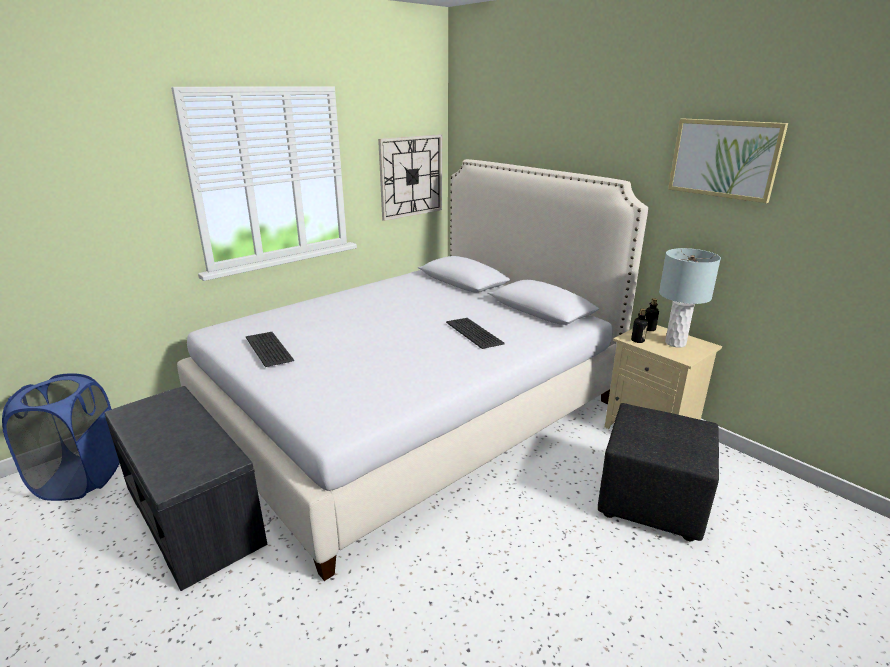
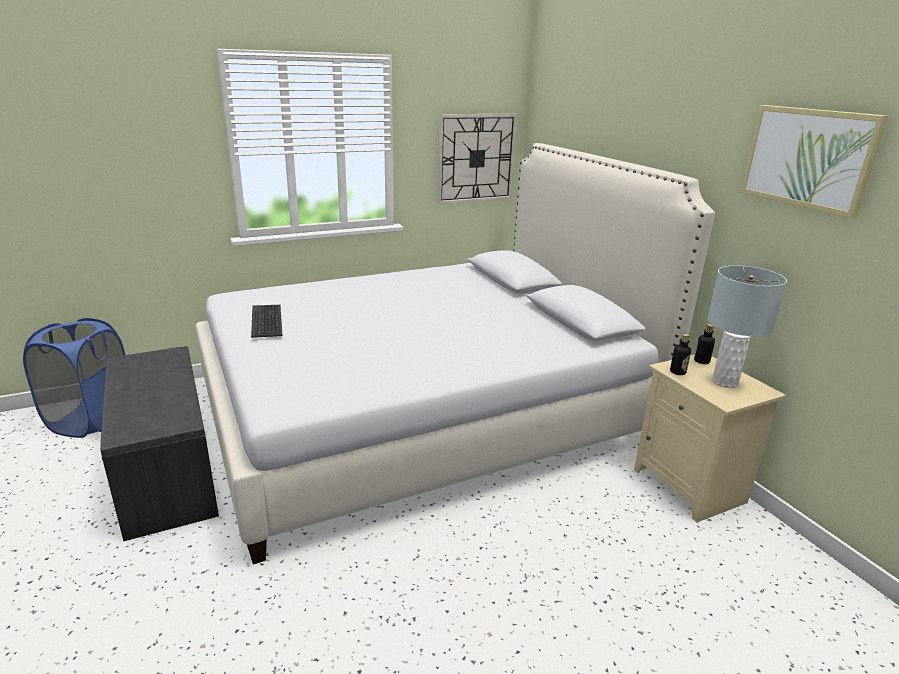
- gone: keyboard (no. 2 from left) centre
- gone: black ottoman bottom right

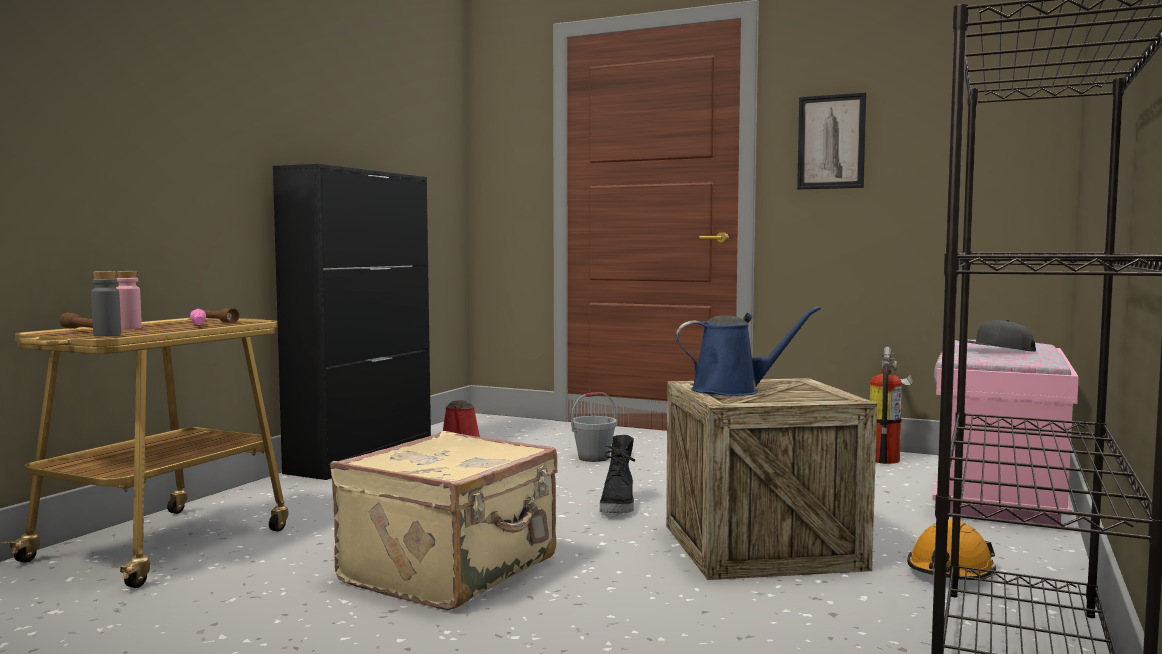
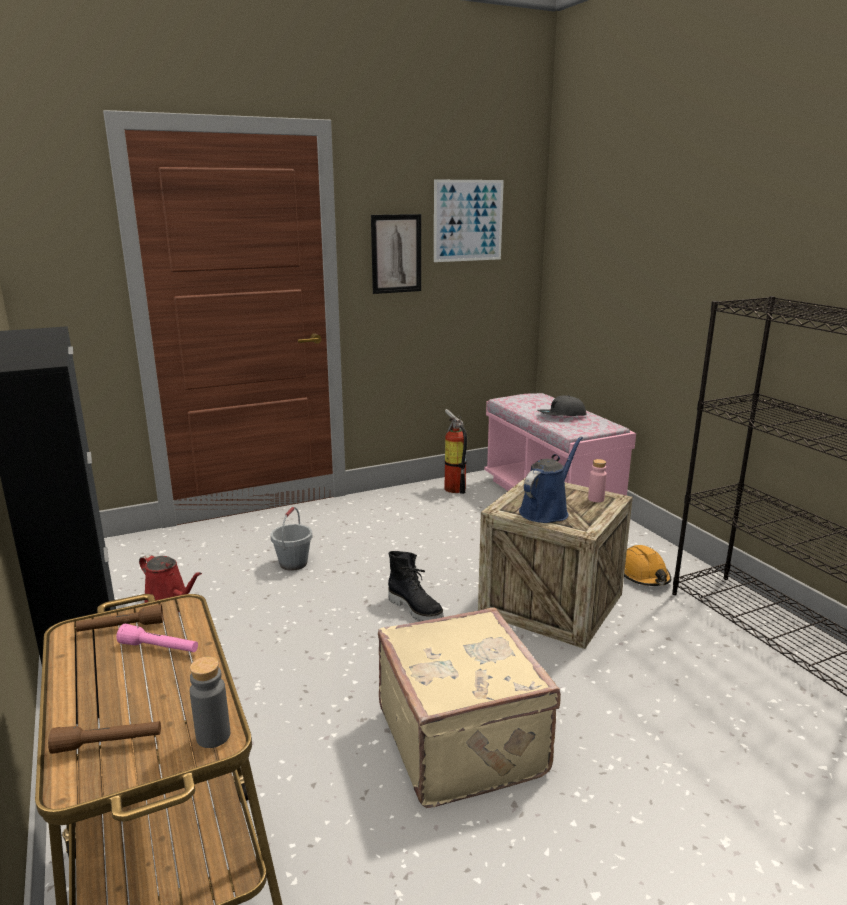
- new: picture (no. 2 from left) top centre
- shifted: pink bottle middle left to middle right

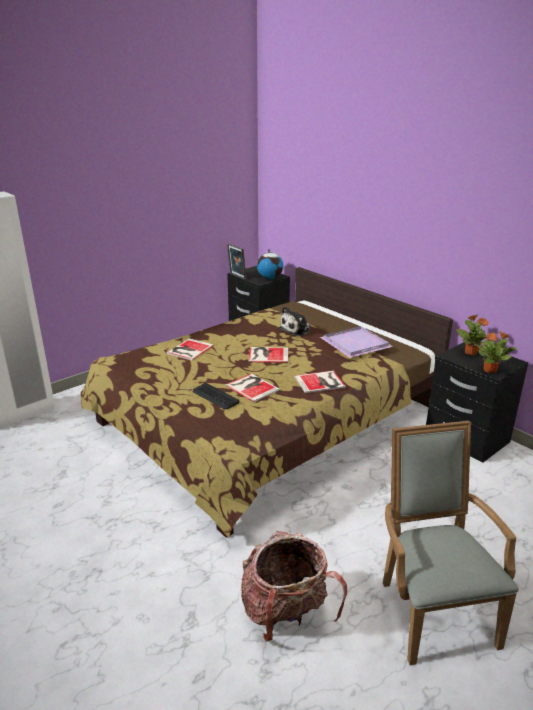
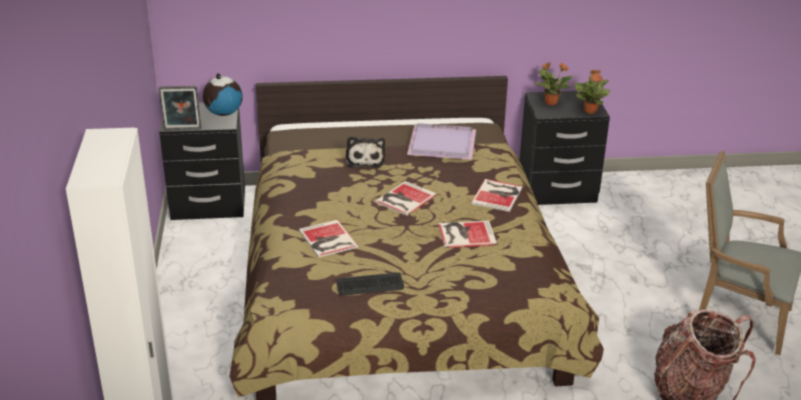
- shifted: keyboard centre to bottom centre

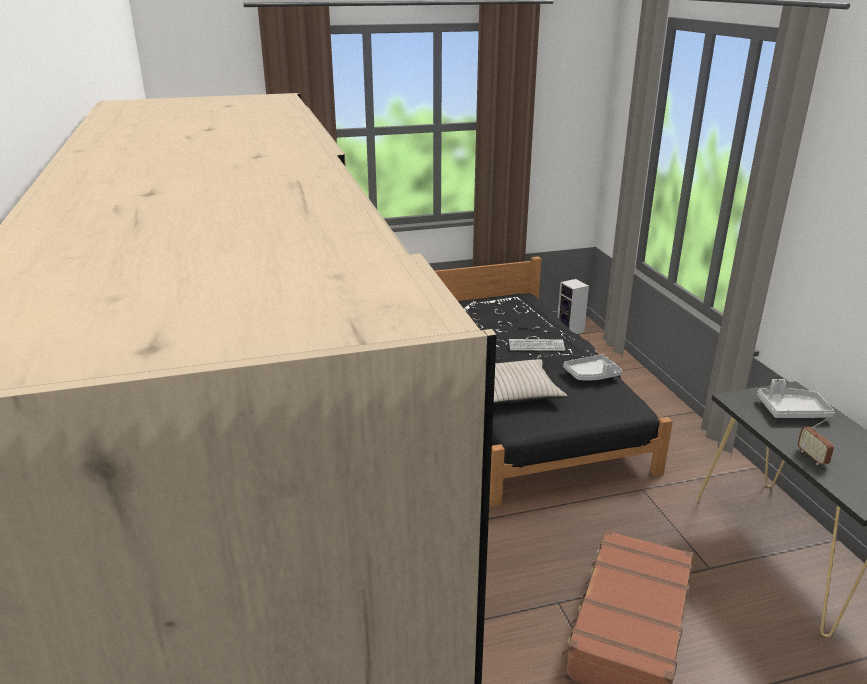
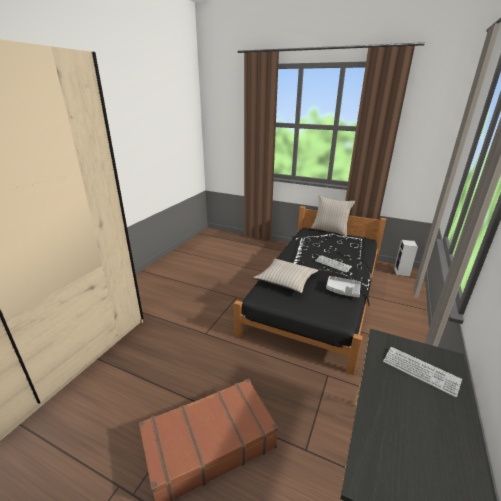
- gone: radio middle right
- new: beige pillow (no. 2 from left) centre
- swapped: grey tray (no. 2 from left) middle right to keyboard (no. 2 from left) bottom right

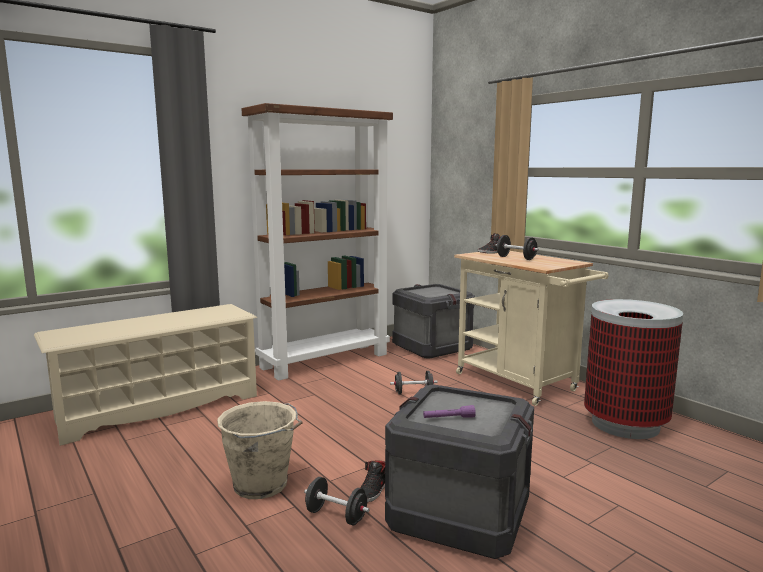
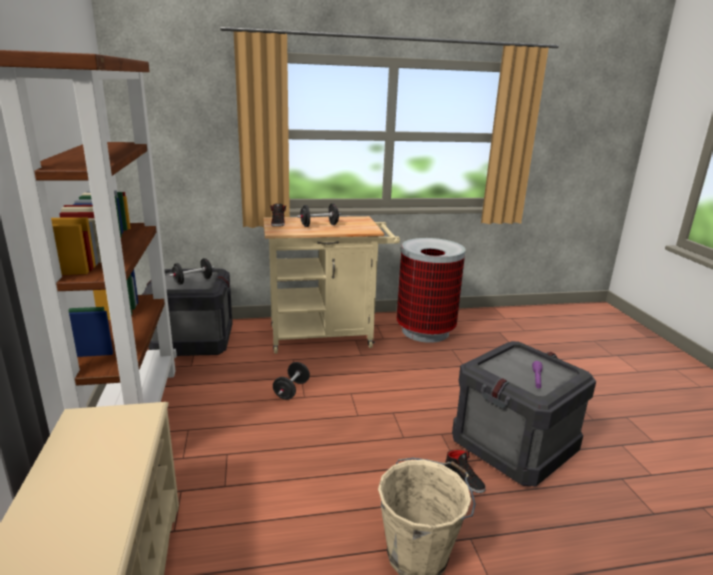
- shifted: black dumbbell (no. 1 from left) bottom centre to middle left

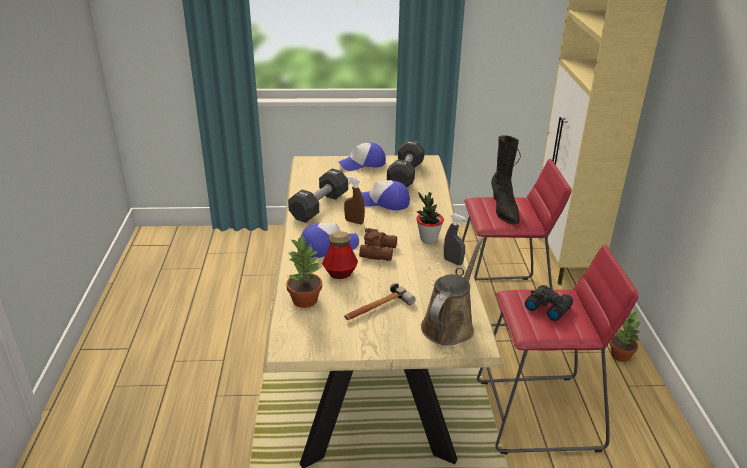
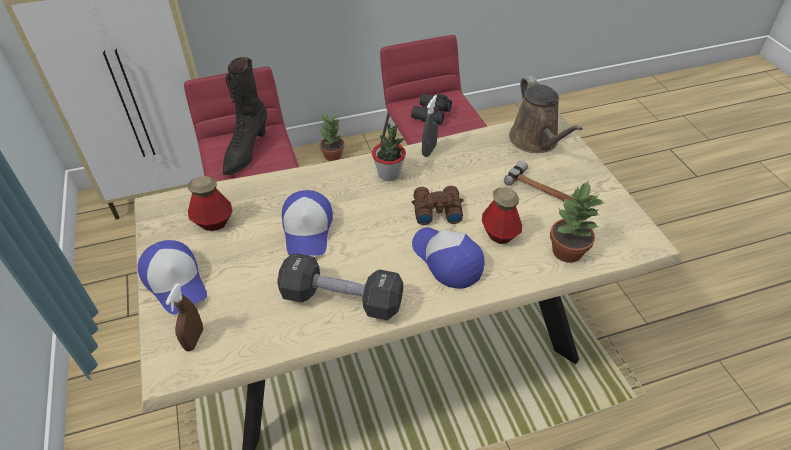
- shifted: brown spray bottle centre to bottom left
- swapped: black dumbbell (no. 2 from left) centre to bottle (no. 1 from left) middle left
- rotated: brown watering can centre = top right 120 degrees counterclockwise
- rotated: black boot middle right = top left 135 degrees clockwise

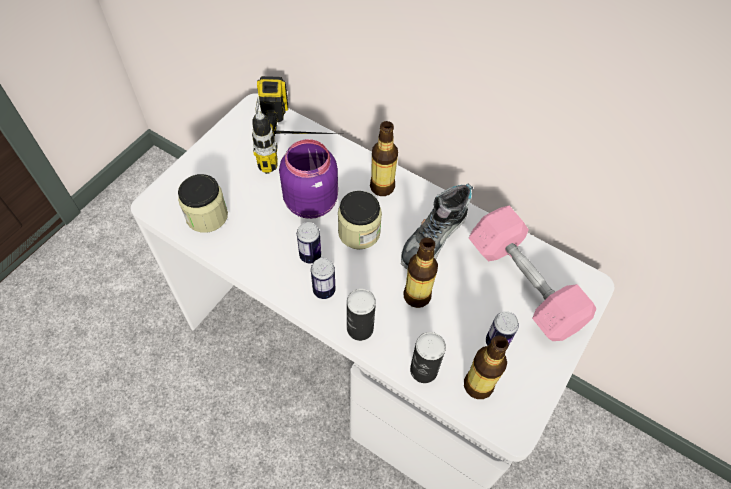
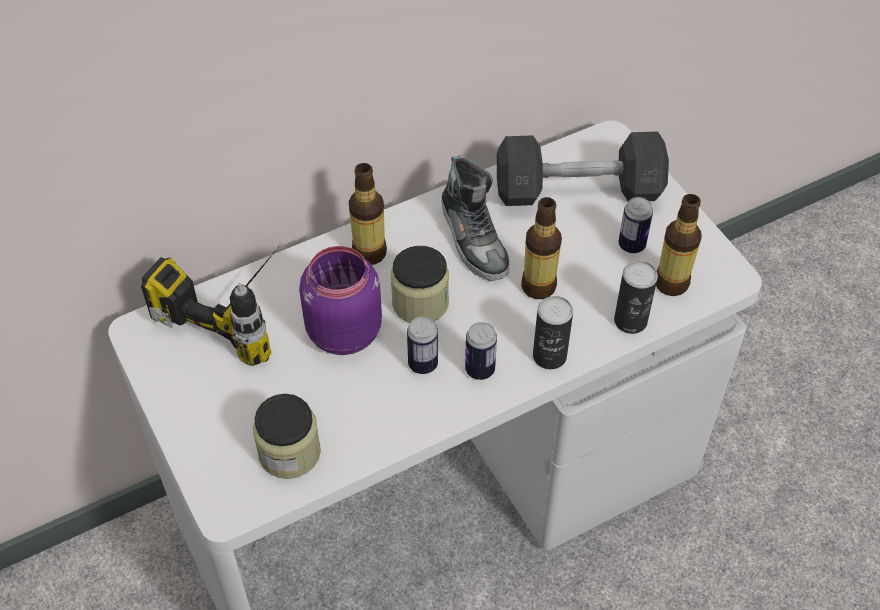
- repainted: pink dumbbell middle right to grey dumbbell top centre

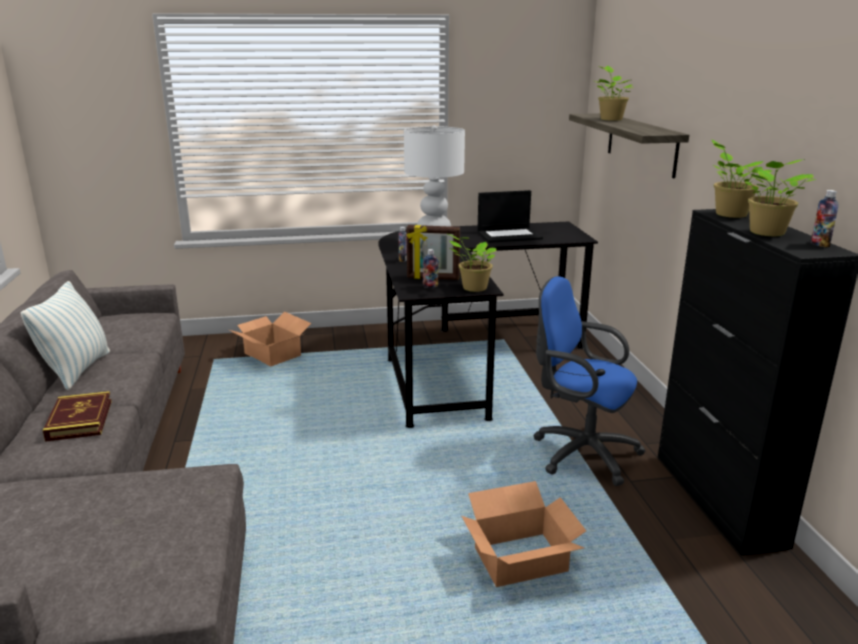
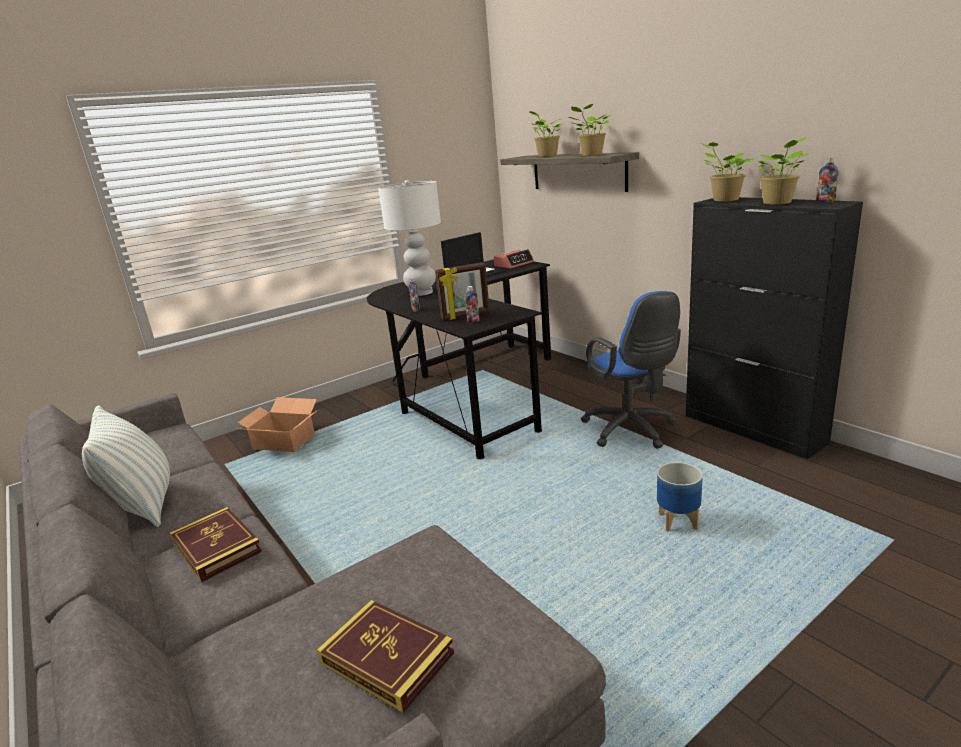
- new: book (no. 2 from left) bottom centre
- new: alarm clock centre
- shifted: potted plant (no. 1 from left in the first image) centre to potted plant (no. 2 from left) top centre
- swapped: cardboard box (no. 2 from left) bottom centre to planter middle right
- rotated: blue office chair middle right = centre 120 degrees counterclockwise

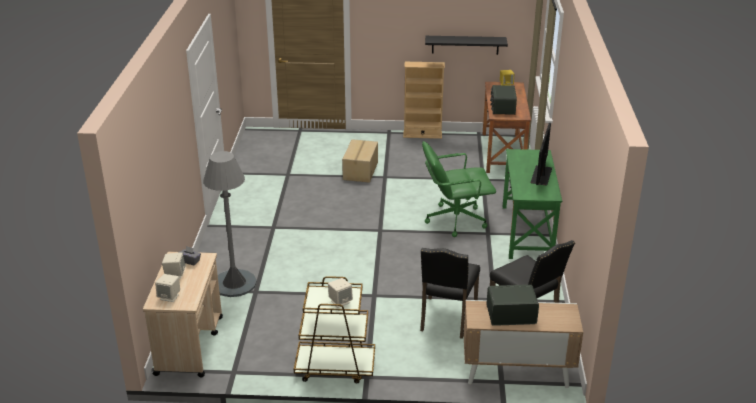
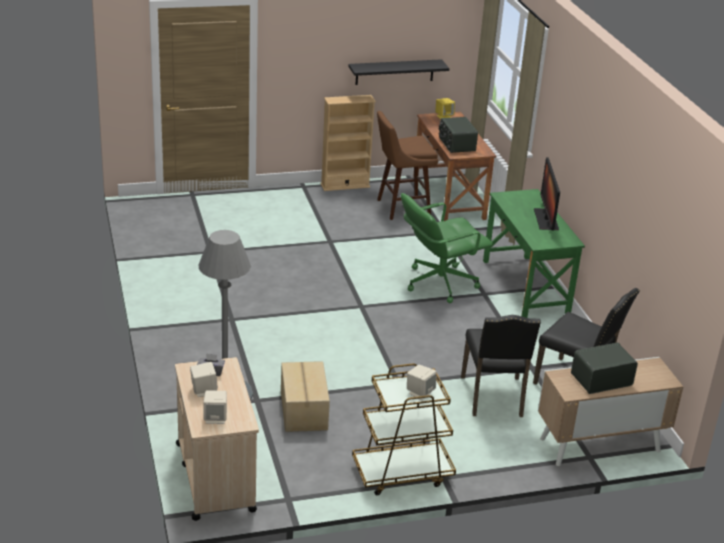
- new: brown stool top centre
- shifted: cardboard box centre to bottom centre

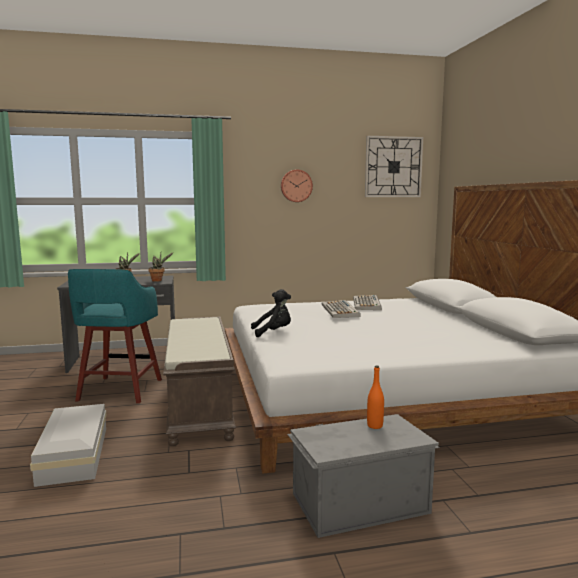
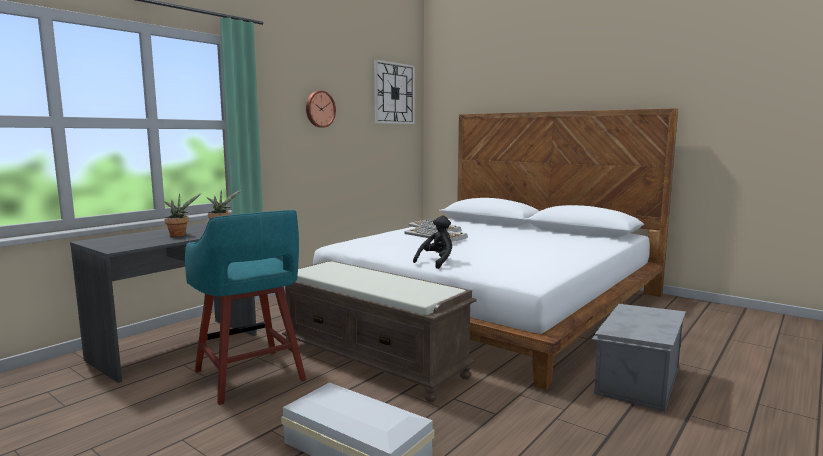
- gone: orange bottle bottom centre

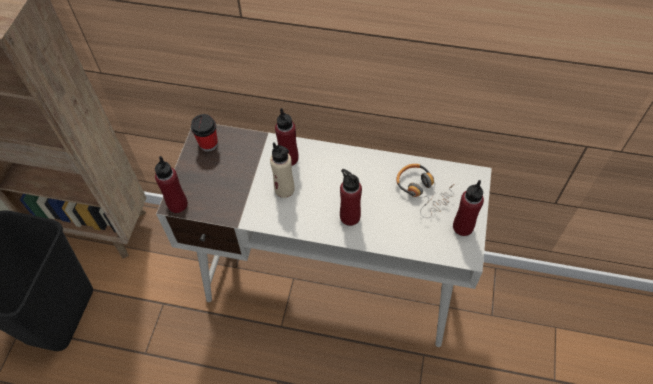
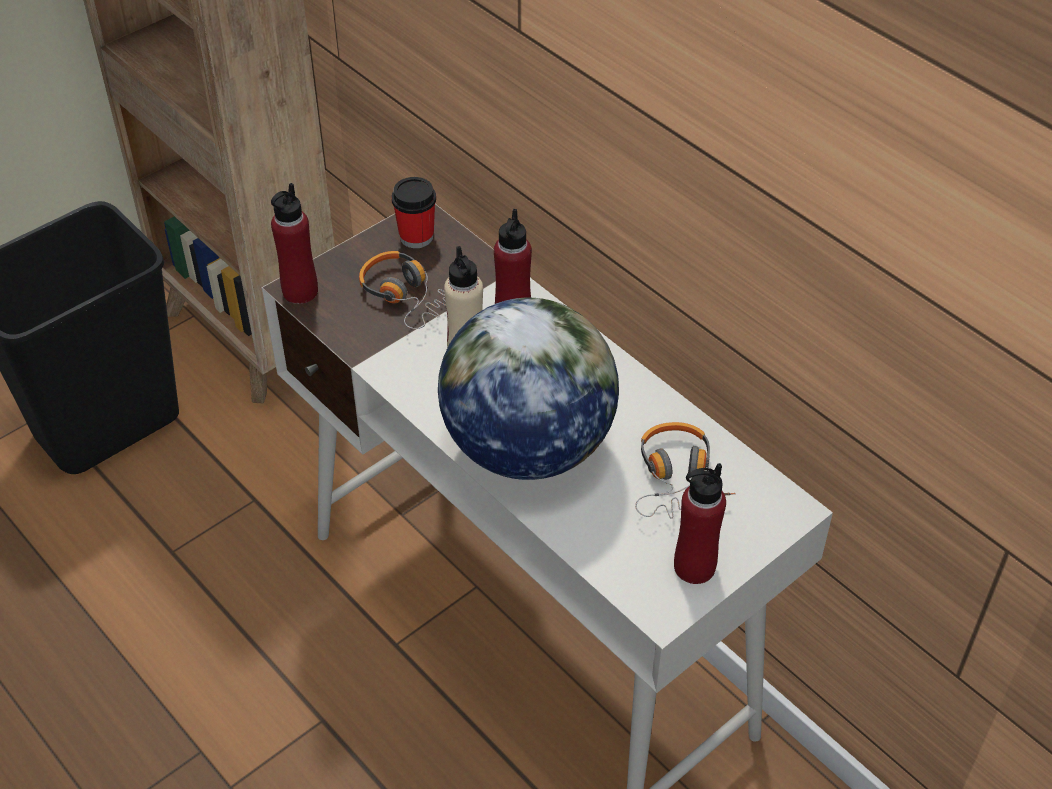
- new: headphones (no. 1 from left) centre
- swapped: red bottle (no. 3 from left) centre to globe centre

